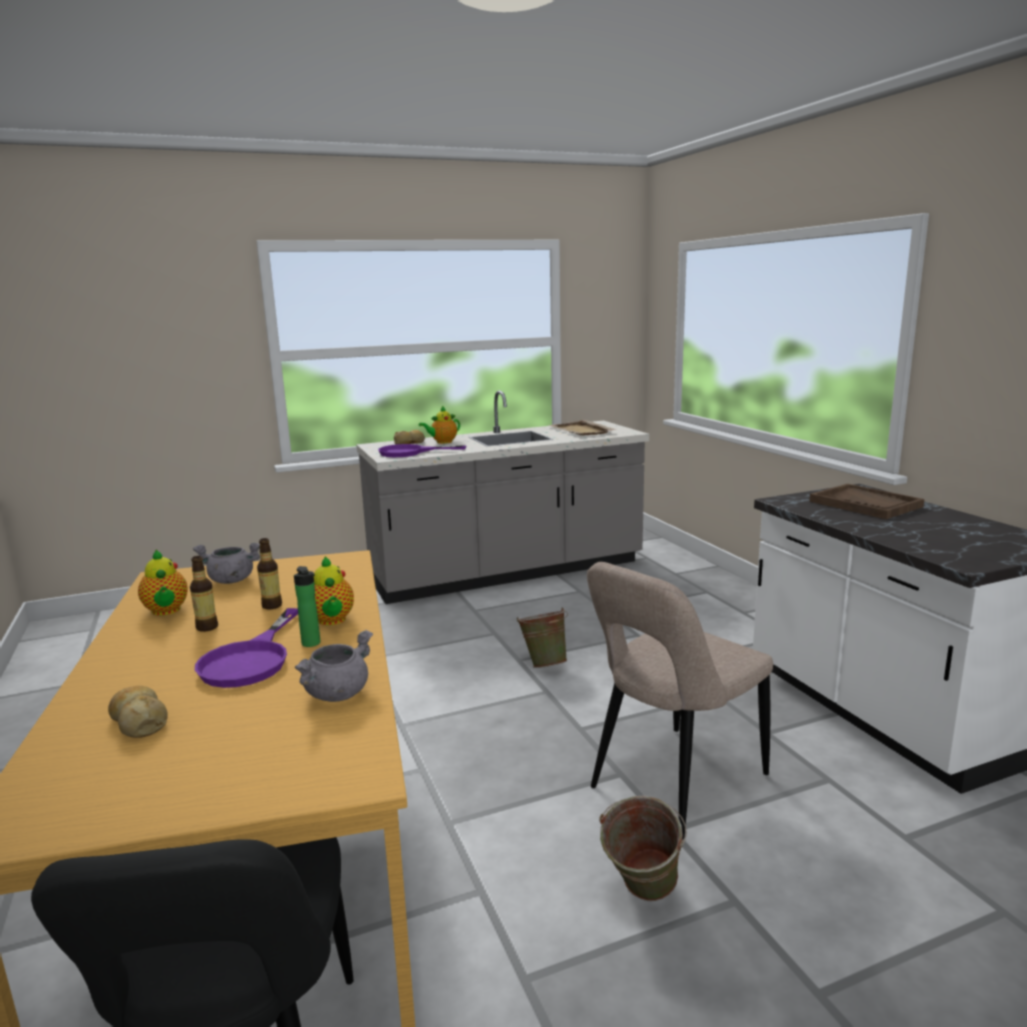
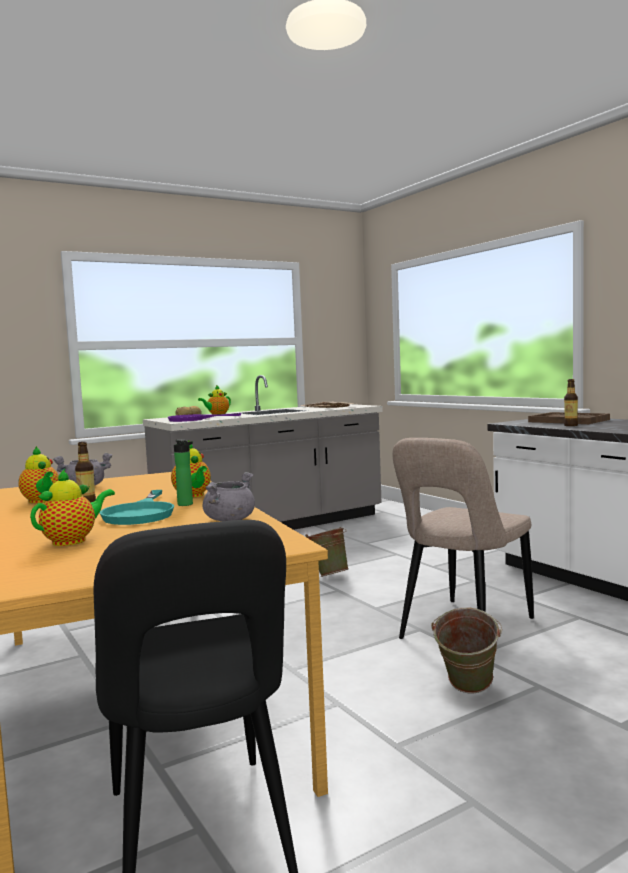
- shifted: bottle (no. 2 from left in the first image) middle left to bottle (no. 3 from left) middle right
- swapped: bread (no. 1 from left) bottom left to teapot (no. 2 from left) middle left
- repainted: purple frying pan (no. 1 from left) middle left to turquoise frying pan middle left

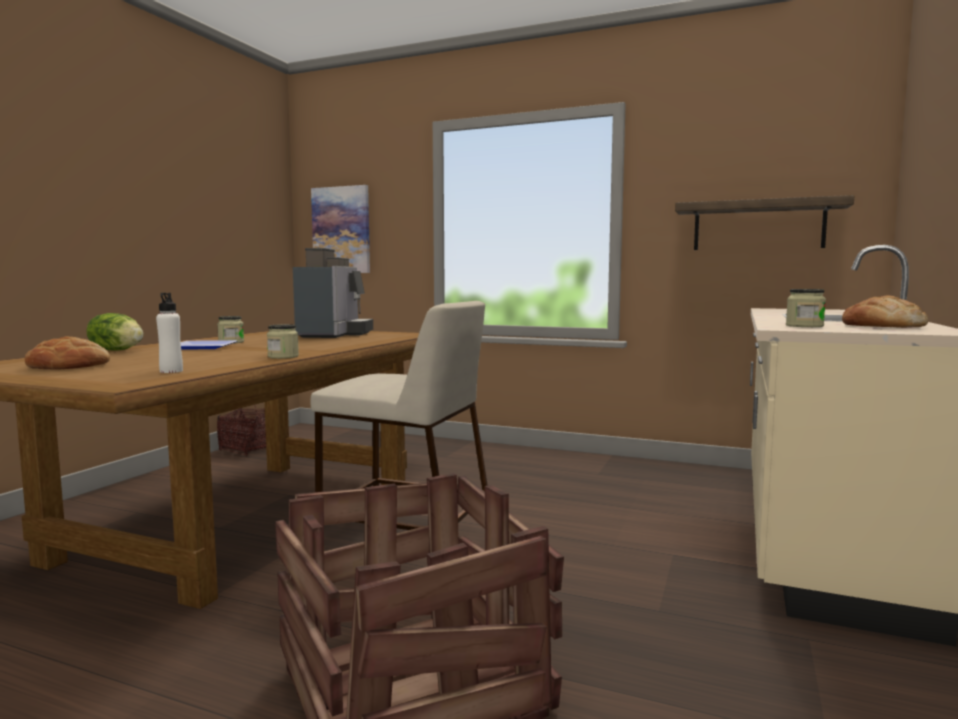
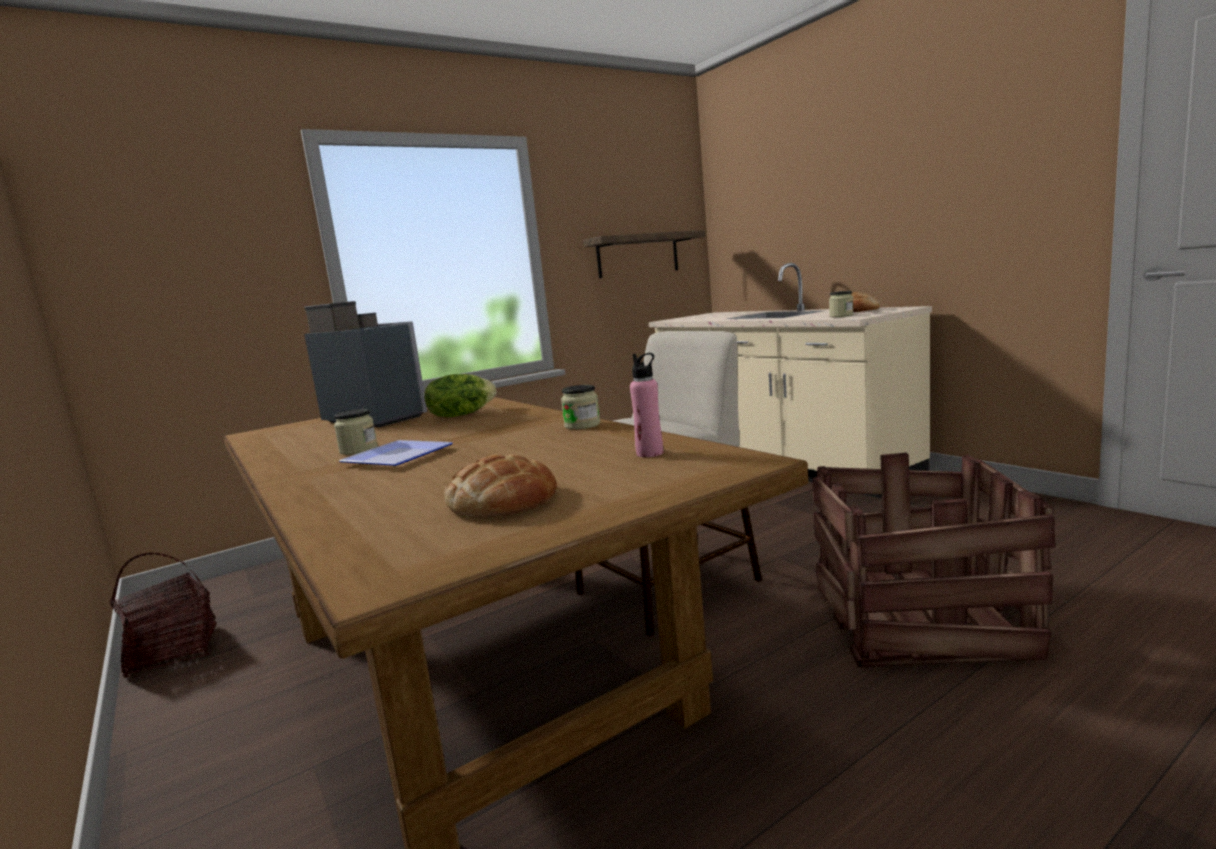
- gone: picture top centre
- shifted: lettuce middle left to centre
- repainted: white bottle middle left to pink bottle centre

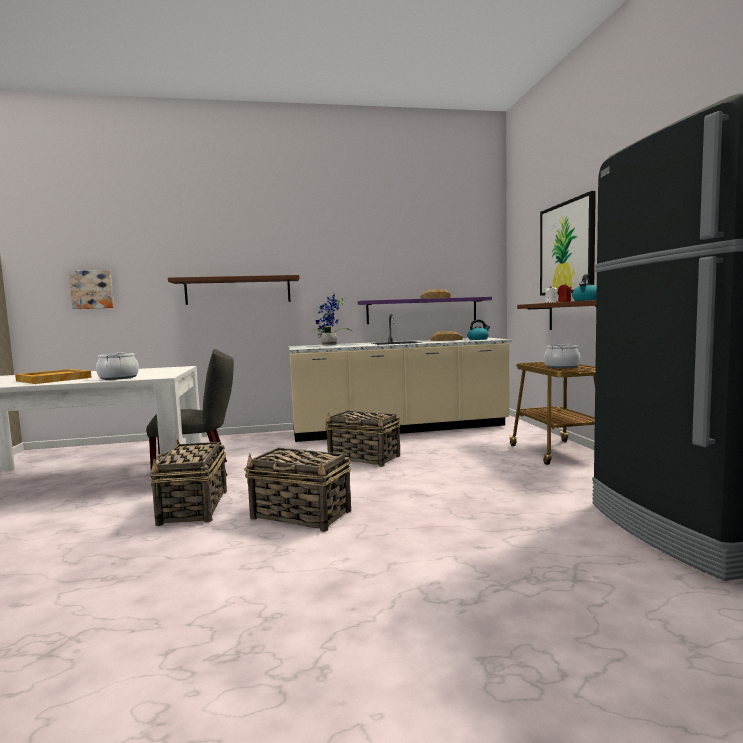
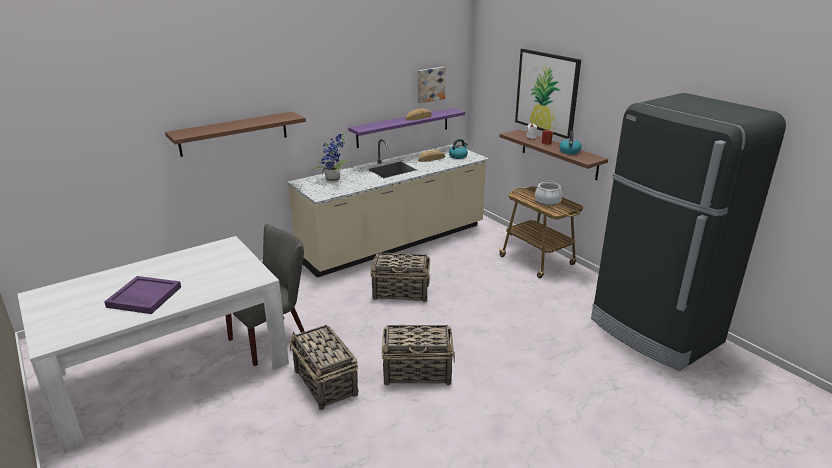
- gone: cooking pot (no. 1 from left) middle left
- shifted: picture (no. 1 from left) middle left to top centre
- repainted: beige tray middle left to purple tray middle left

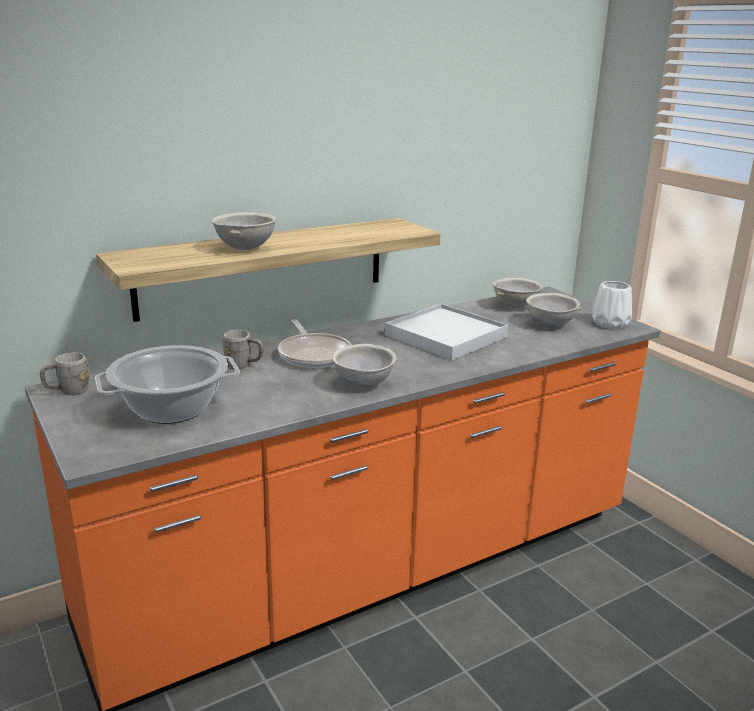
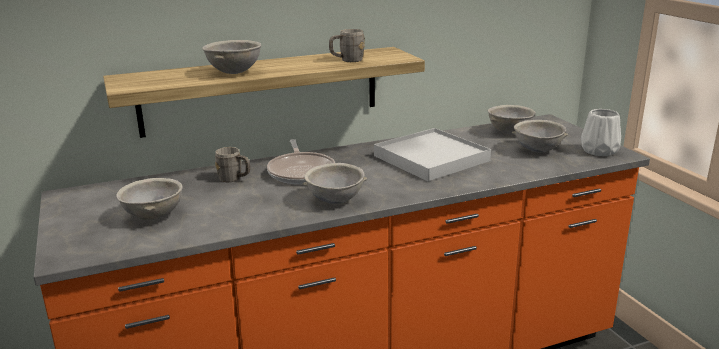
- shifted: grey mug (no. 1 from left in the first image) middle left to grey mug (no. 2 from left) top centre
- swapped: cooking pot middle left to grey bowl (no. 1 from left) middle left

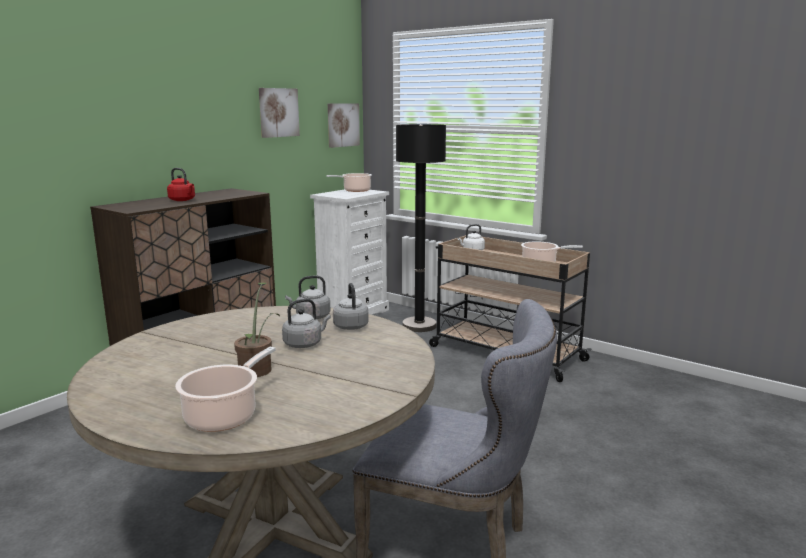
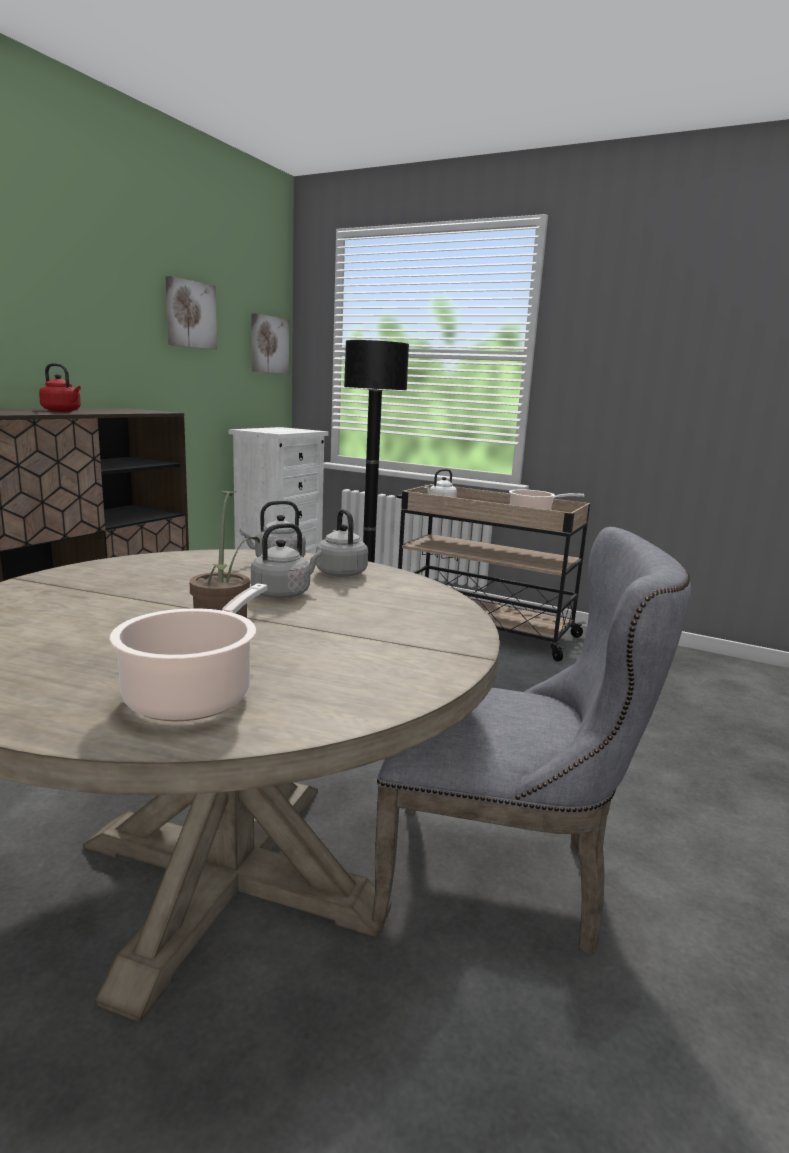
- gone: cooking pot (no. 2 from left) top centre

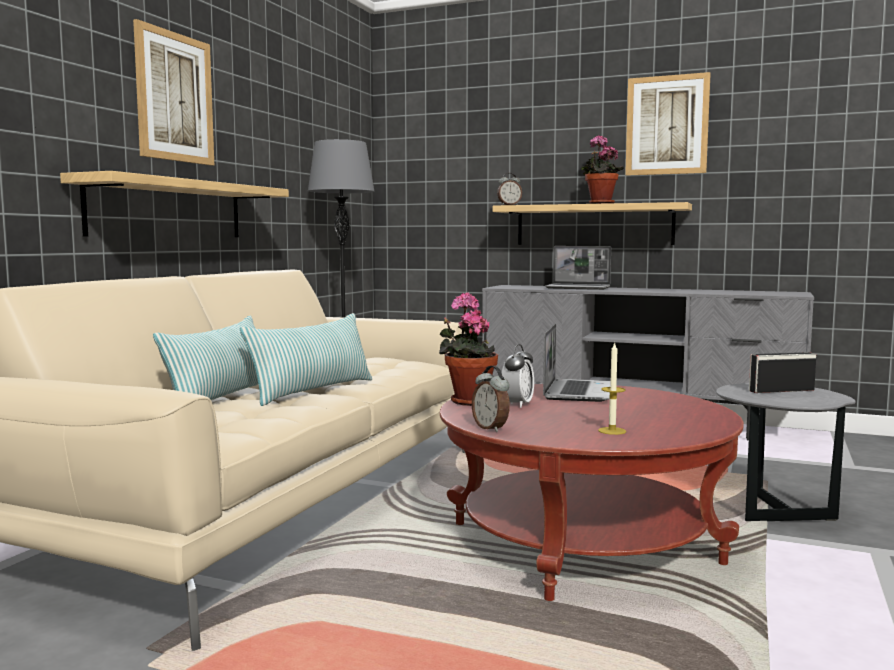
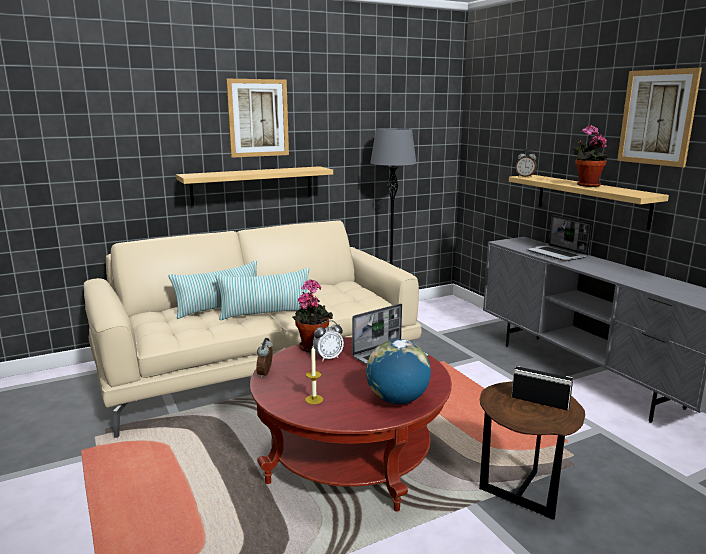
- new: globe bottom centre
- repainted: grey side table bottom right to brown side table bottom right

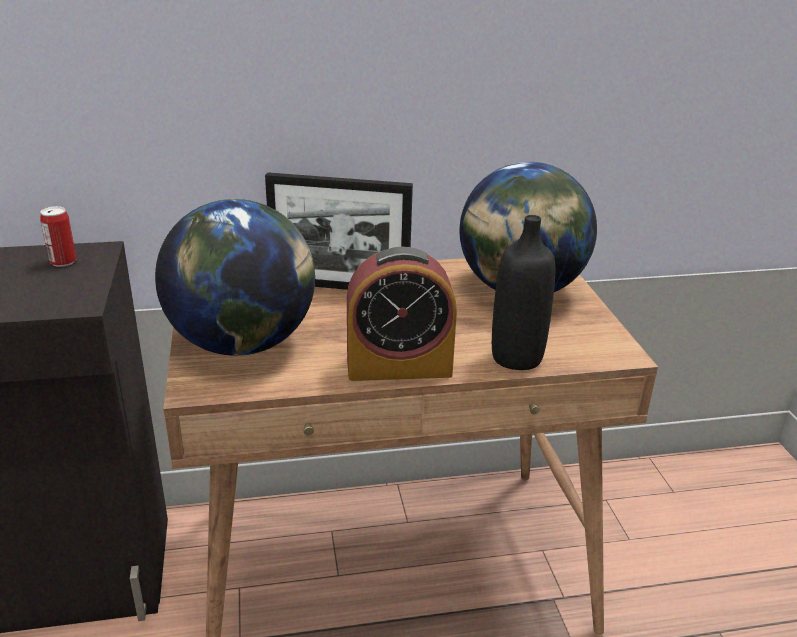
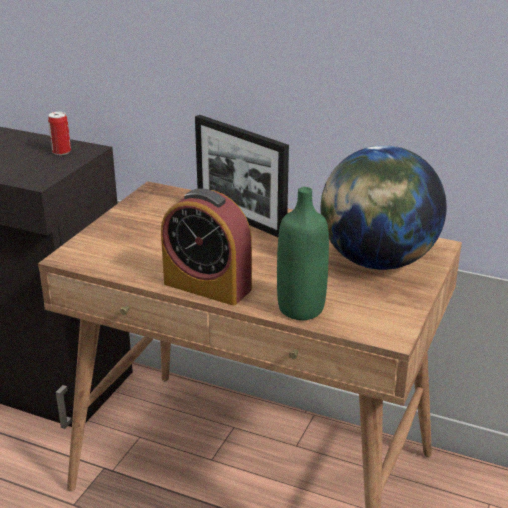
- gone: globe (no. 1 from left) middle left
- repainted: black bottle centre to green bottle centre

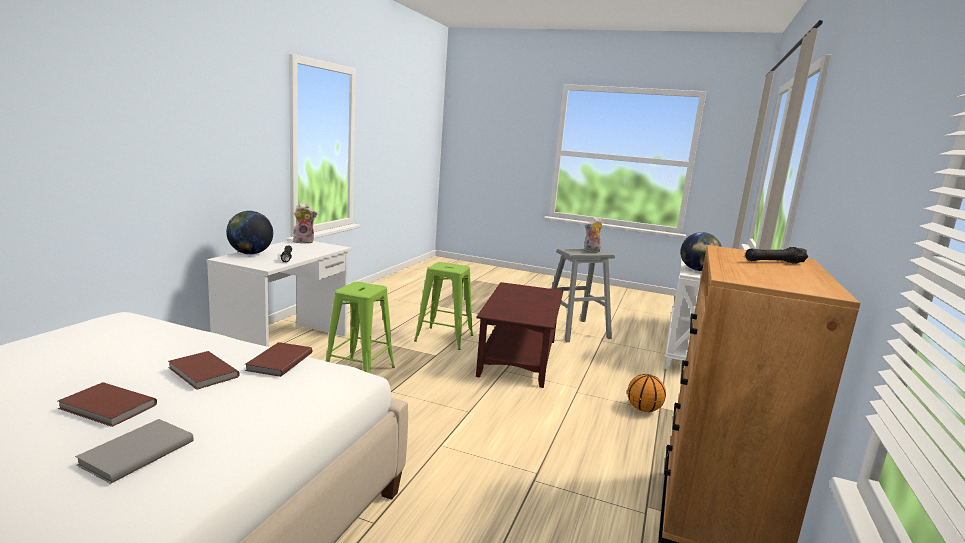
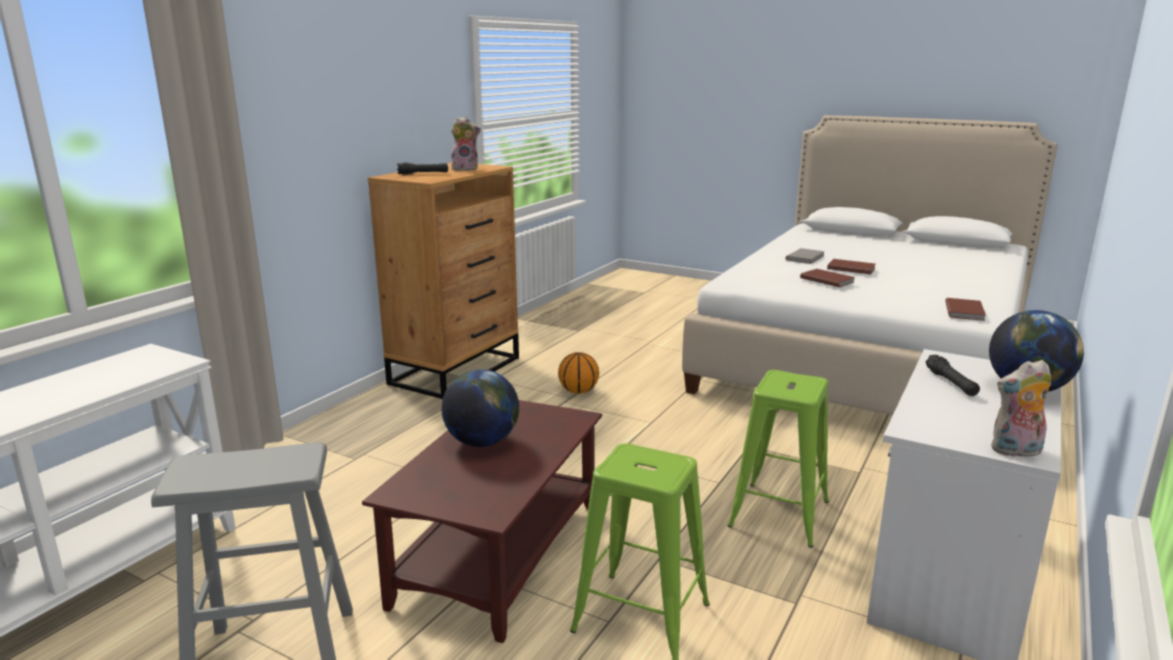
- shifted: brown book (no. 3 from left) middle left to middle right
- shifted: plush toy (no. 2 from left in the first image) centre to plush toy (no. 1 from left) top centre
- shifted: basketball bottom right to centre
- shifted: globe (no. 2 from left in the first image) middle right to globe (no. 1 from left) centre

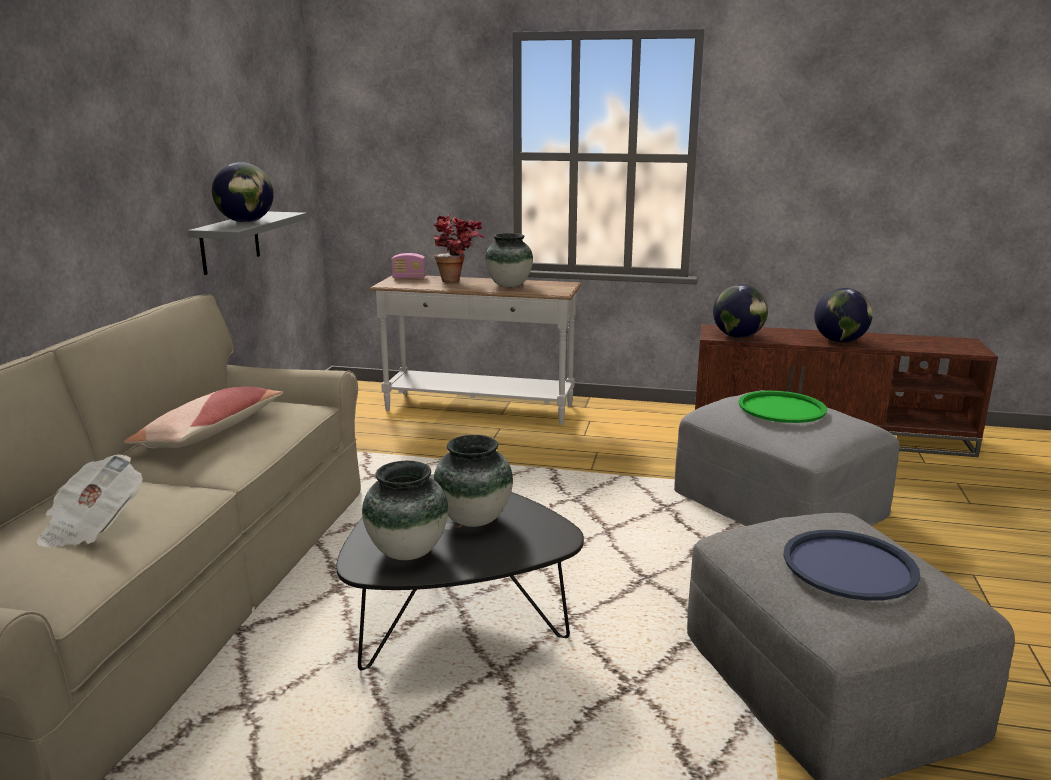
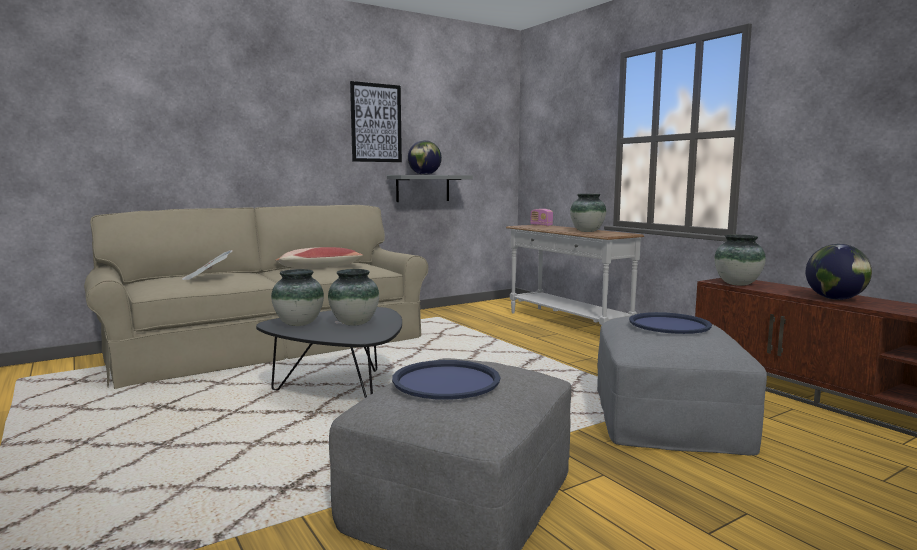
- gone: potted plant top centre
- new: picture top centre
- swapped: globe (no. 2 from left) middle right to vase (no. 4 from left) middle right
- repainted: green tray middle right to blue tray (no. 2 from left) middle right

